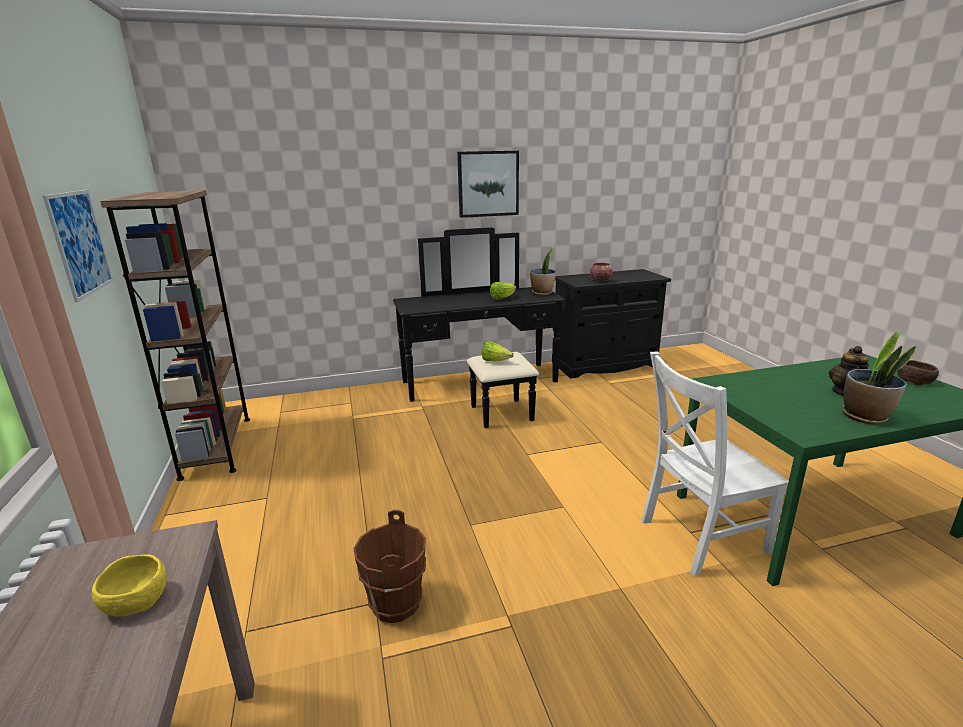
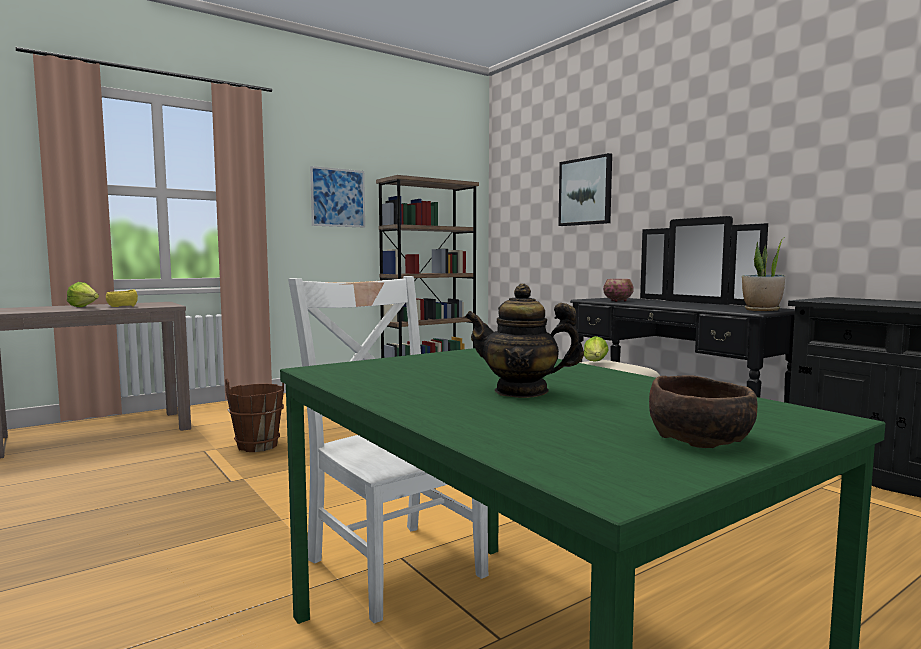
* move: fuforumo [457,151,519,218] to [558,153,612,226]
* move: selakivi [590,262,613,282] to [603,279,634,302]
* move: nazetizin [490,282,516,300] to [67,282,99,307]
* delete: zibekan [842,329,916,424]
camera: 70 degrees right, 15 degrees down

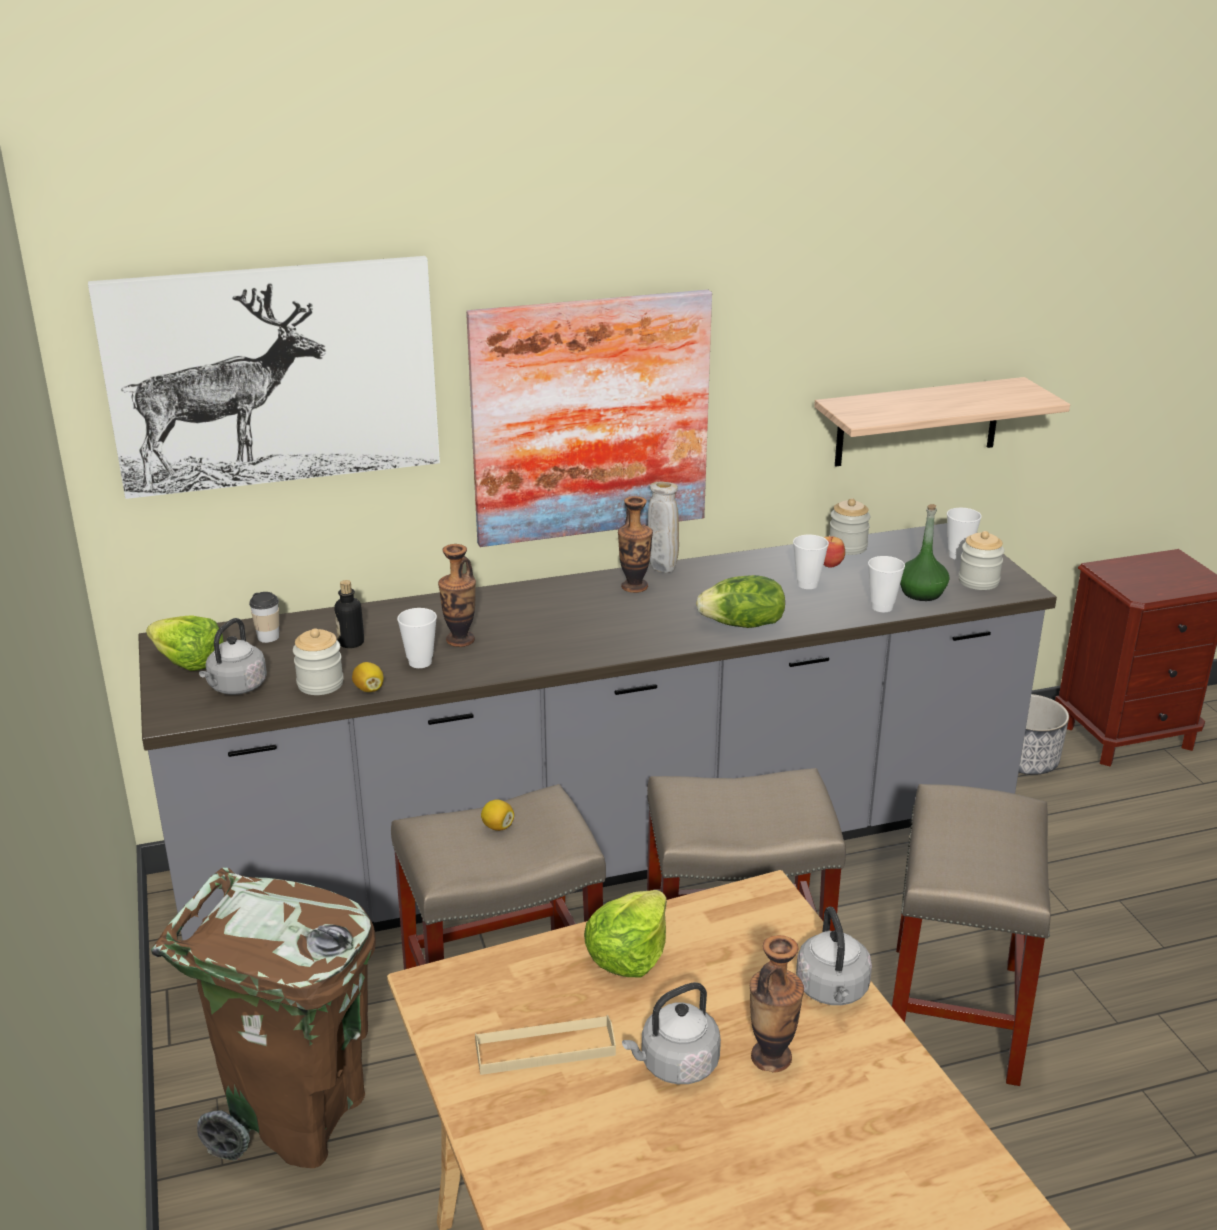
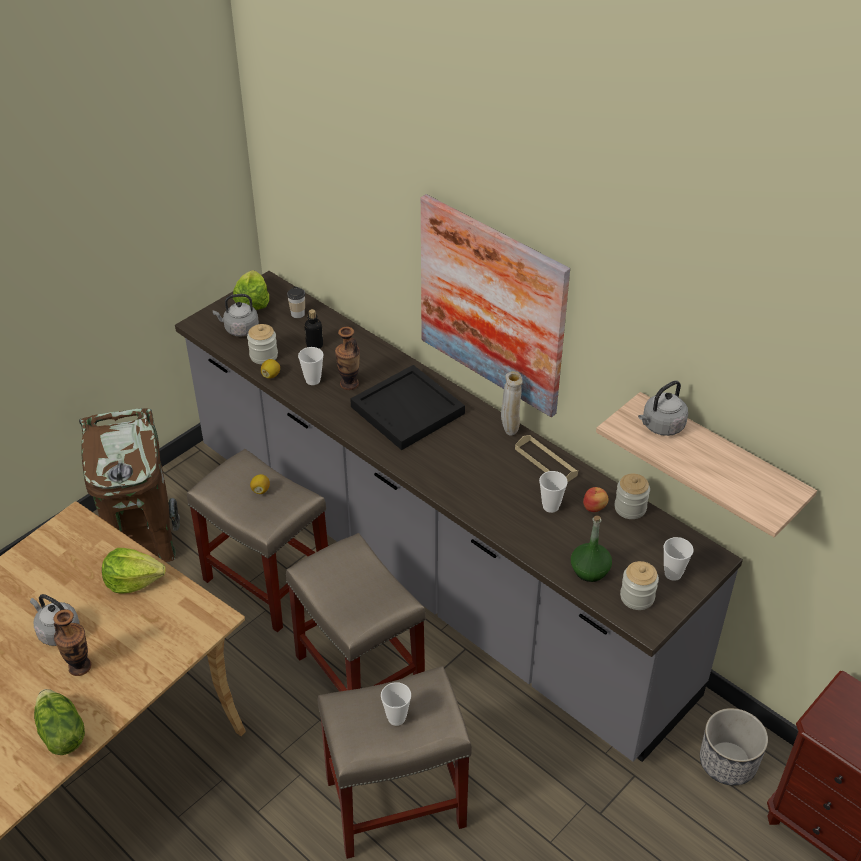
* delete: fuforumo [88,256,440,499]
* delete: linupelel [618,496,653,593]
* move: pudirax [868,556,905,612] to [381,682,411,726]
* move: nazetizin [696,575,785,628] to [34,689,85,755]
* move: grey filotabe [796,906,872,1005] to [638,381,688,436]
* move: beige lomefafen [475,1015,616,1075] to [515,435,578,482]
* insert: black lomefafen [350,365,465,450]
camera: 60 degrees right, 15 degrees up

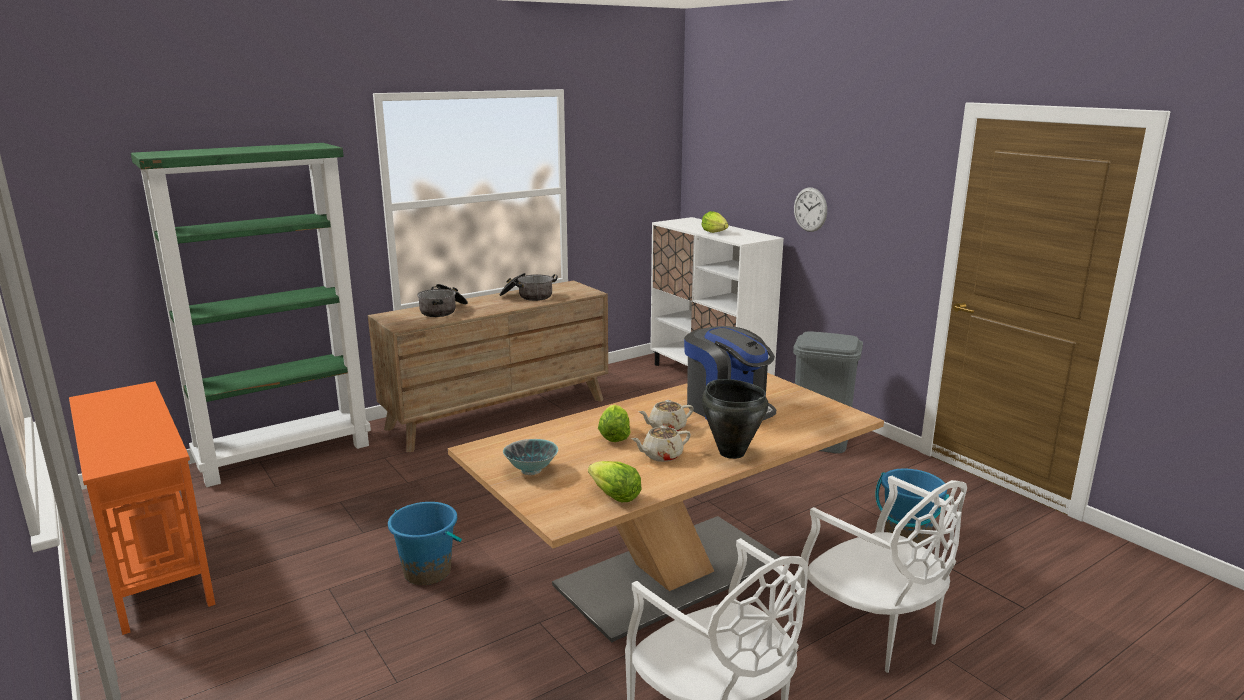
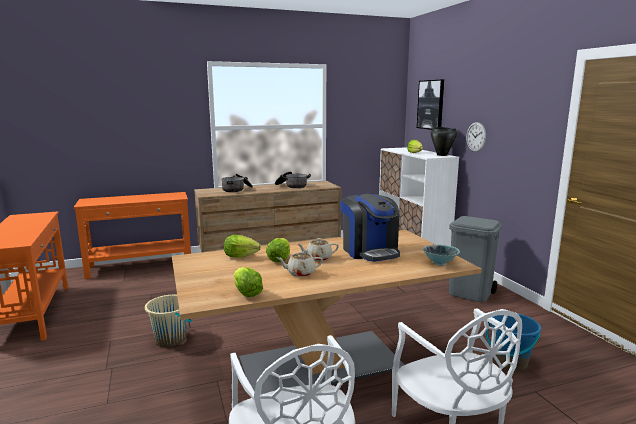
* replace: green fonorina [131,143,371,487] to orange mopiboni [74,192,191,279]
* move: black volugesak [702,379,768,459] to [431,127,457,156]
* move: selakivi [503,439,558,475] to [423,245,460,266]
* recolor: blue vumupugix [388,502,462,585] to beige vumupugix [145,295,192,347]
* insert: fuforumo [417,80,444,130]
* insert: nazetizin [224,235,261,258]
camera: 15 degrees right, 5 degrees down

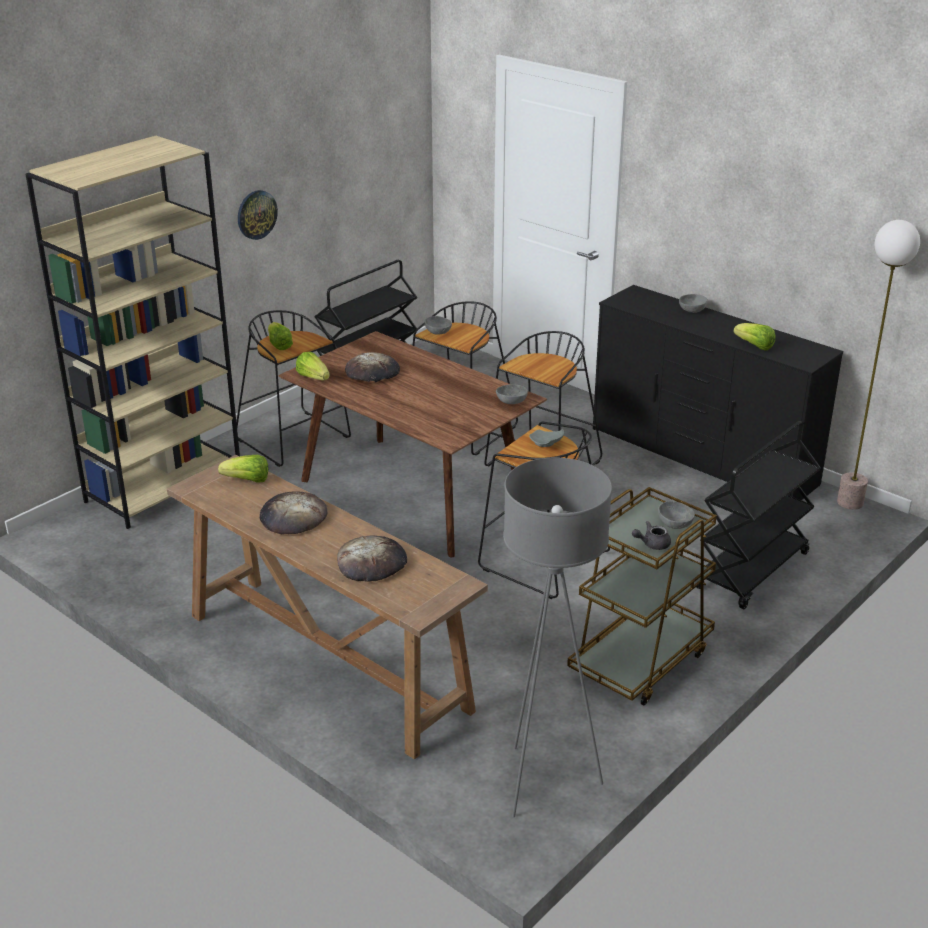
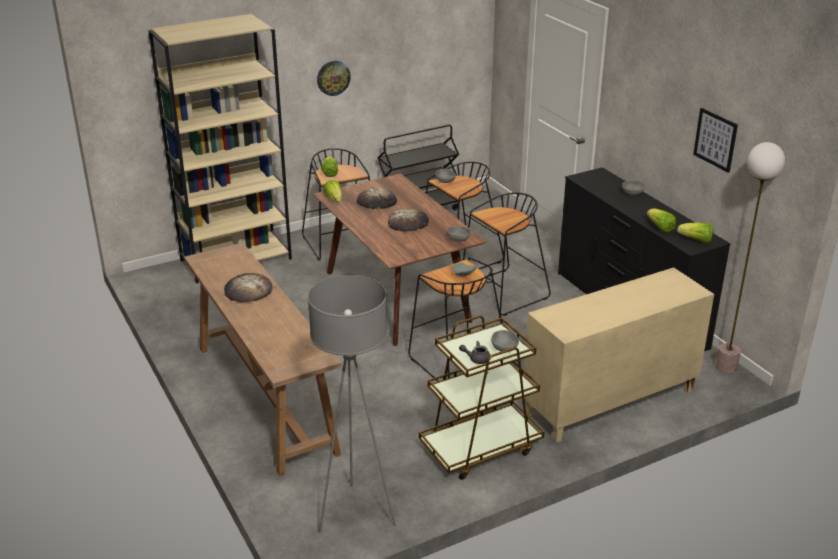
* replace: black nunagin [696,421,821,609] to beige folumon [524,267,714,443]
* move: nazetizin [218,455,268,483] to [677,222,714,243]
* move: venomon [337,535,407,582] to [388,208,429,232]
* insert: fuforumo [693,108,738,173]
camera: 20 degrees right, 0 degrees up

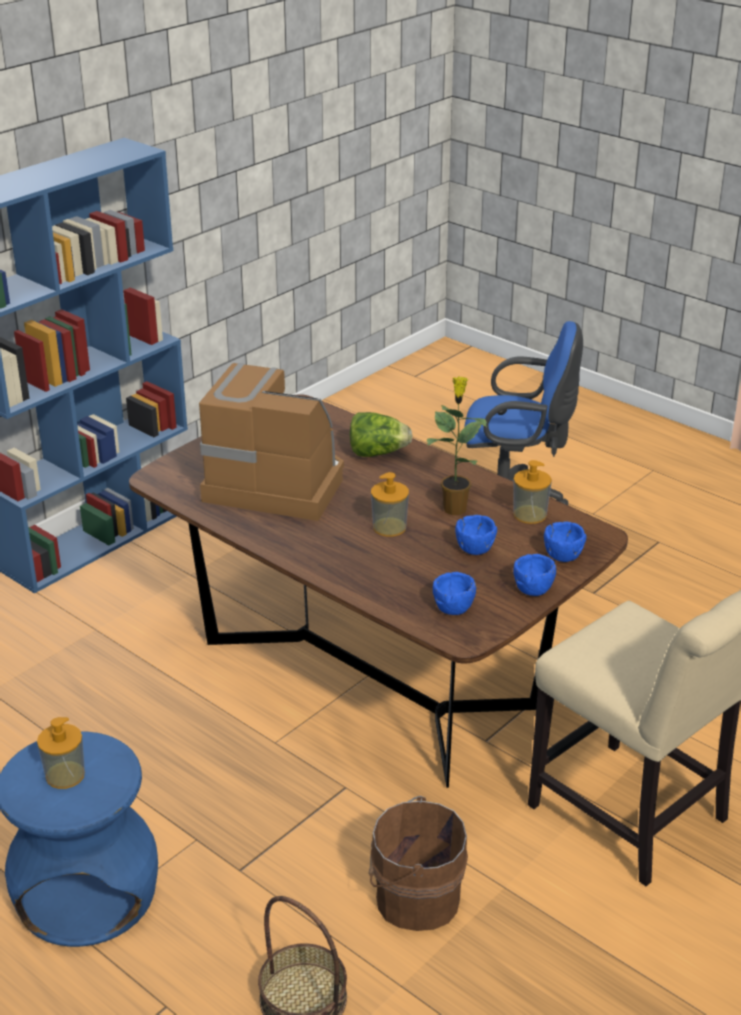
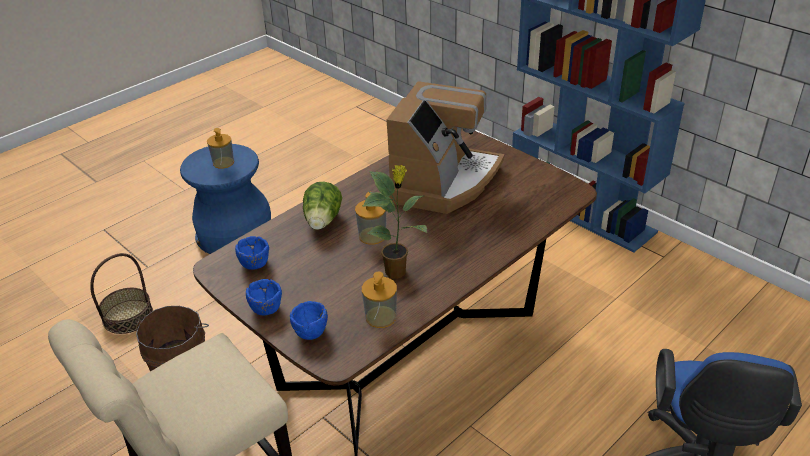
* move: nazetizin [350,412,412,457] to [303,182,342,230]
* delete: blue selakivi [455,515,497,555]
camera: 95 degrees right, 5 degrees up

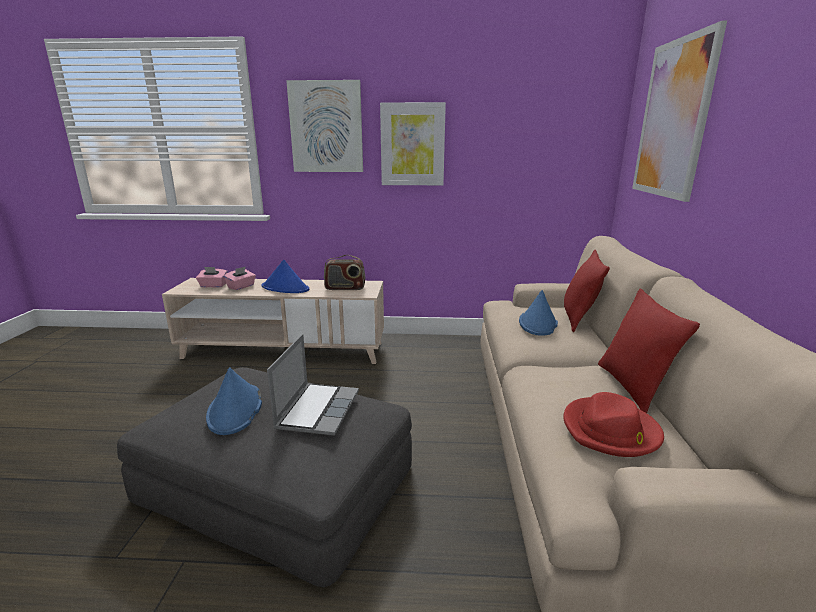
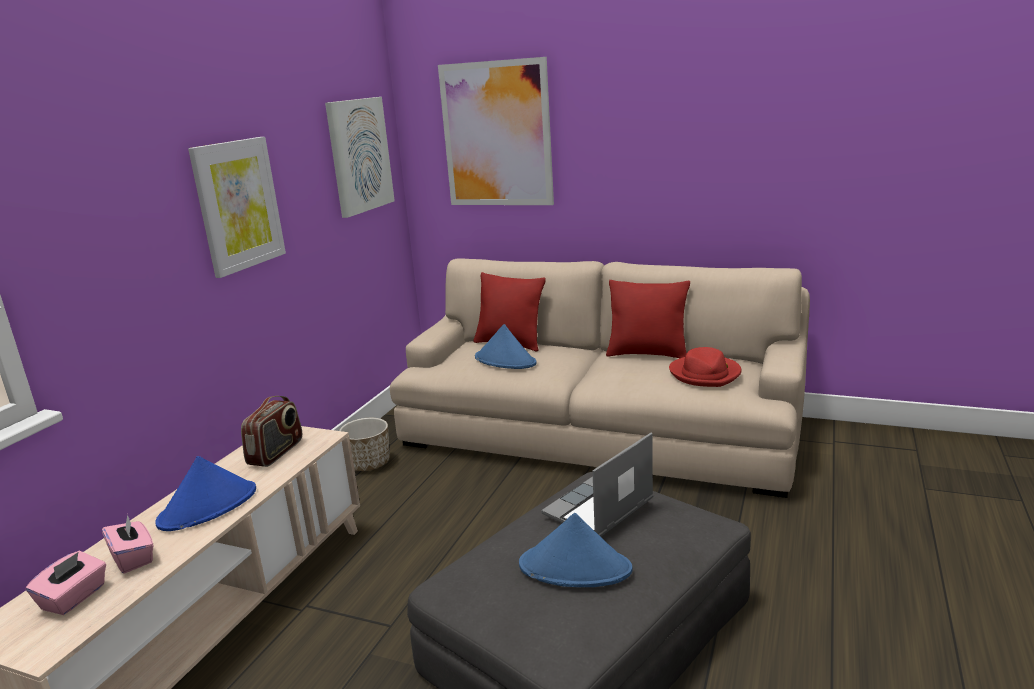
* move: fuforumo [286,80,363,172] to [325,97,395,218]
* rotate: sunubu [267,334,359,436] = [541,433,653,537] 75 degrees counterclockwise
* insert: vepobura [339,418,390,471]
camera: 70 degrees left, 0 degrees up

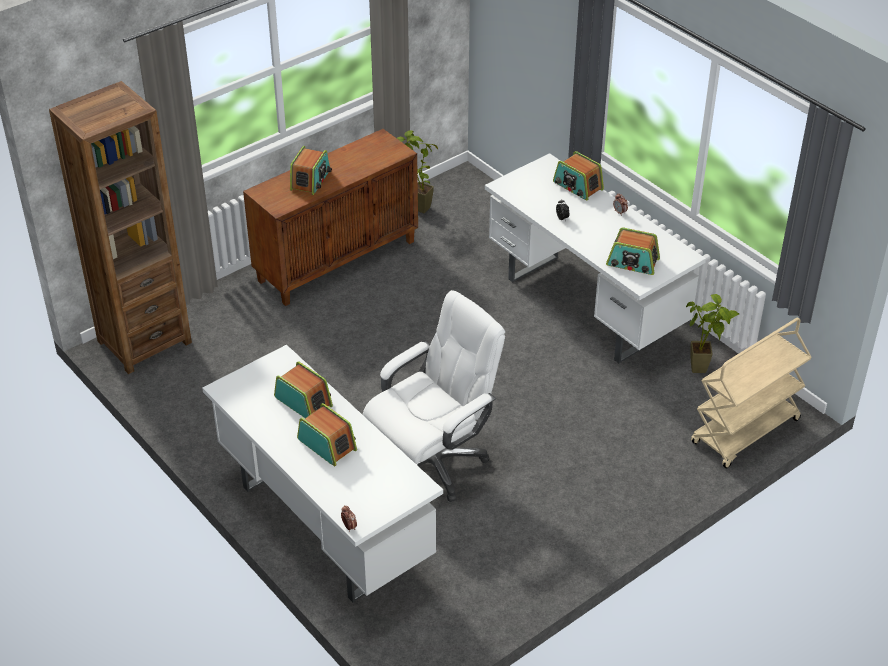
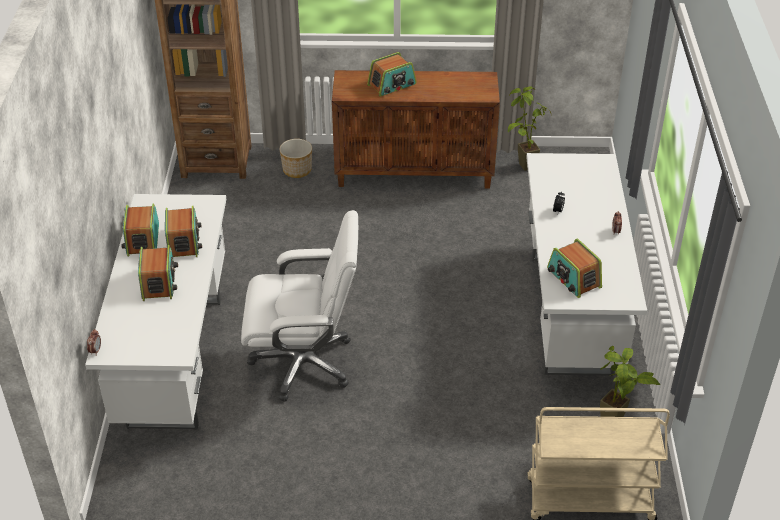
* move: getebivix [553,151,604,201] to [122,203,159,257]
* insert: vepobura [280,139,312,178]
camera: 40 degrees right, 0 degrees up

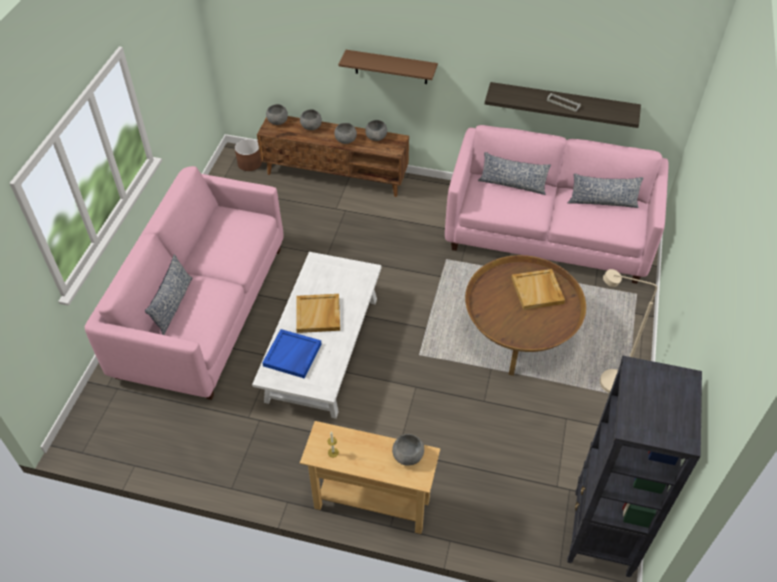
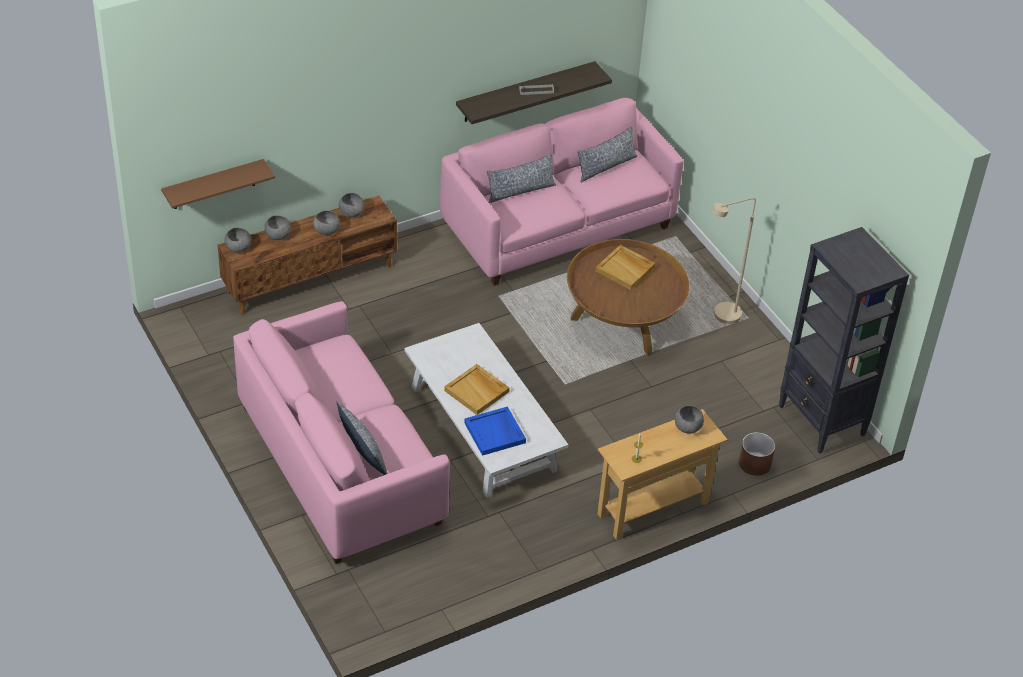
* move: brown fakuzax [339,50,438,84] to [161,159,275,209]
* move: brown vepobura [235,139,262,171] to [739,432,775,476]
camera: 45 degrees left, 5 degrees down

